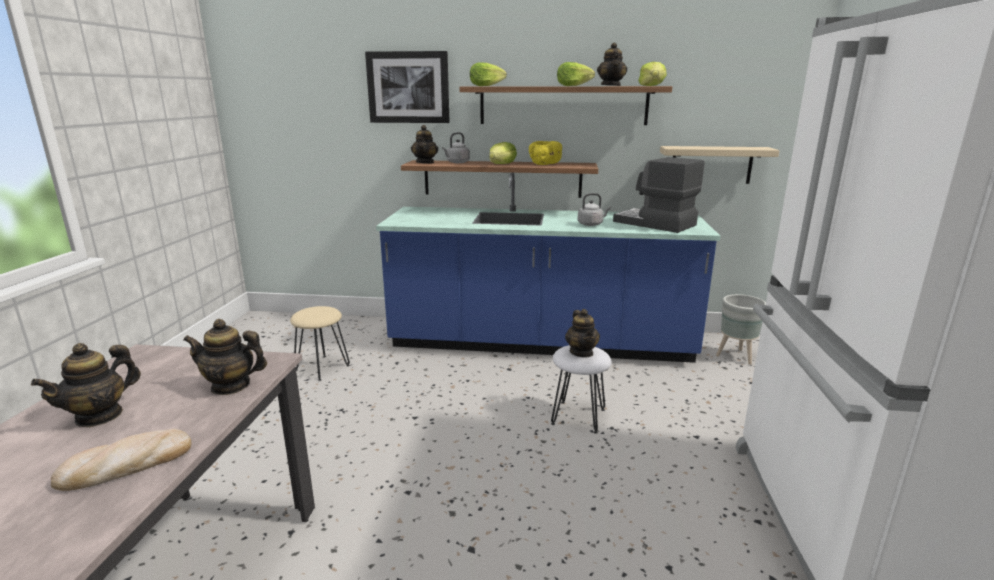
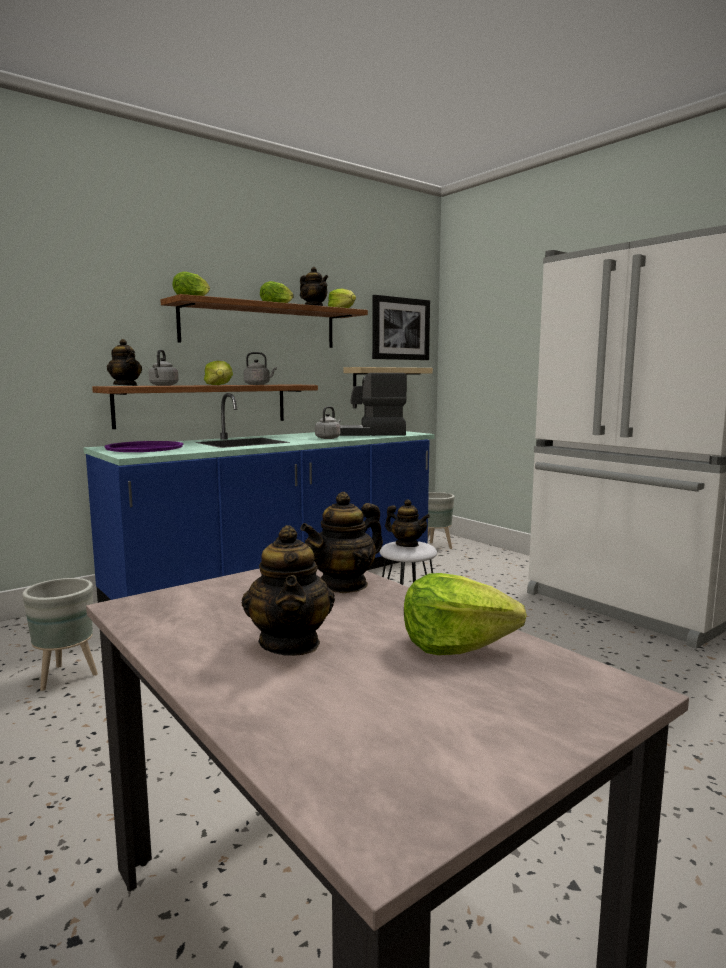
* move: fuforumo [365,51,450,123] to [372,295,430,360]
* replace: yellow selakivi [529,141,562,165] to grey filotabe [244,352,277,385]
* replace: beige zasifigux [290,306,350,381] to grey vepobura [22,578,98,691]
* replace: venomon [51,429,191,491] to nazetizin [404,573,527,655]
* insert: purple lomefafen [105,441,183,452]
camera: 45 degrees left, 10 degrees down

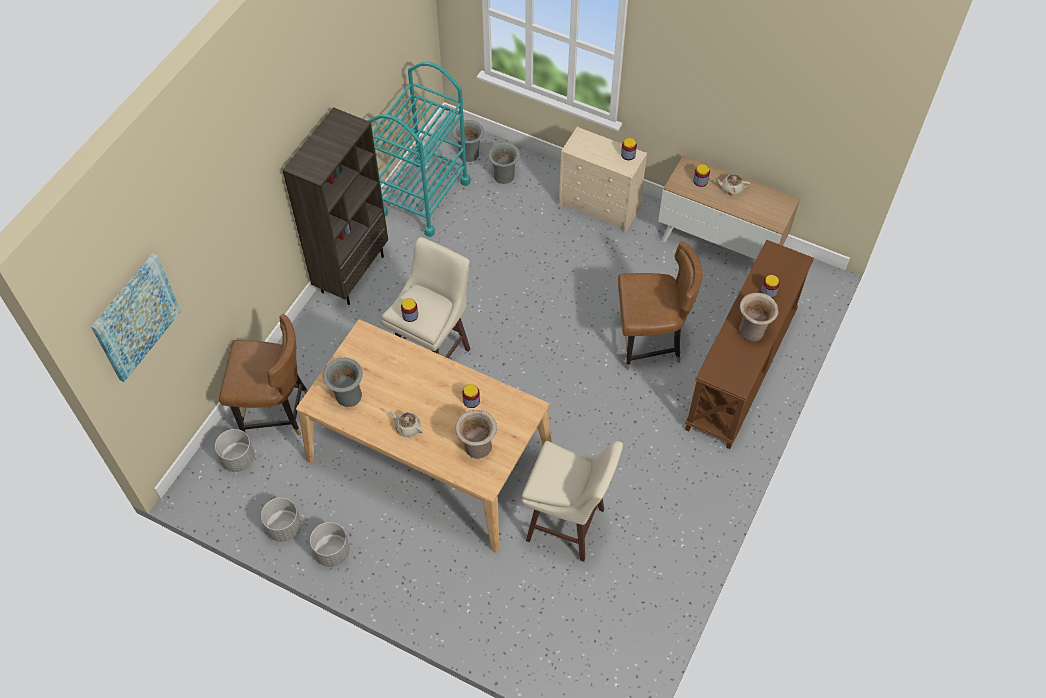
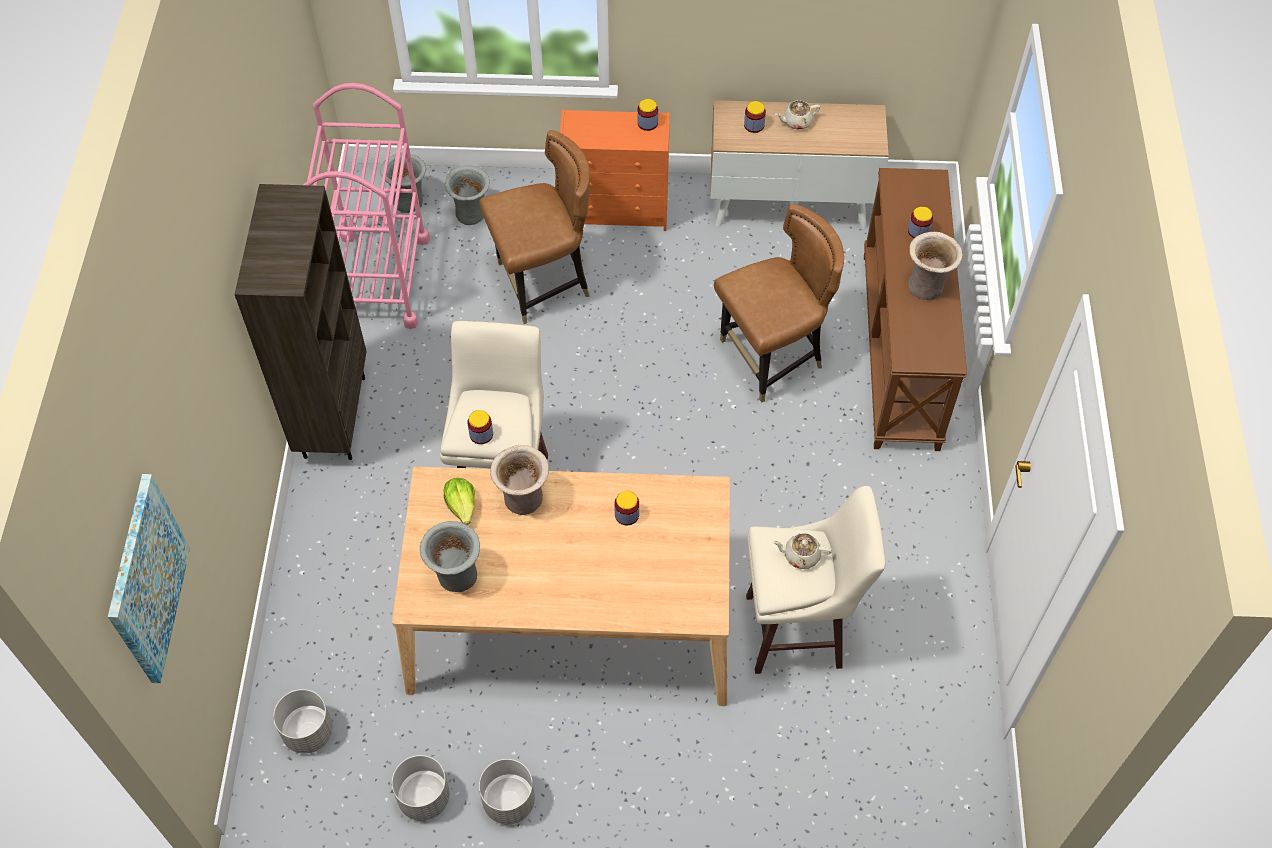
* recolor: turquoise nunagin [368,62,470,237] to pink nunagin [303,83,430,329]
* recolor: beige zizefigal [559,126,647,233] to orange zizefigal [560,109,670,231]
* move: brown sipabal [219,314,308,436] to [479,130,590,324]
* move: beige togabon [389,410,424,437] to [772,533,832,569]
* move: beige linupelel [455,410,497,459] to [490,445,549,515]
* insert: nazetizin [443,478,475,525]
camera: 25 degrees left, 0 degrees up

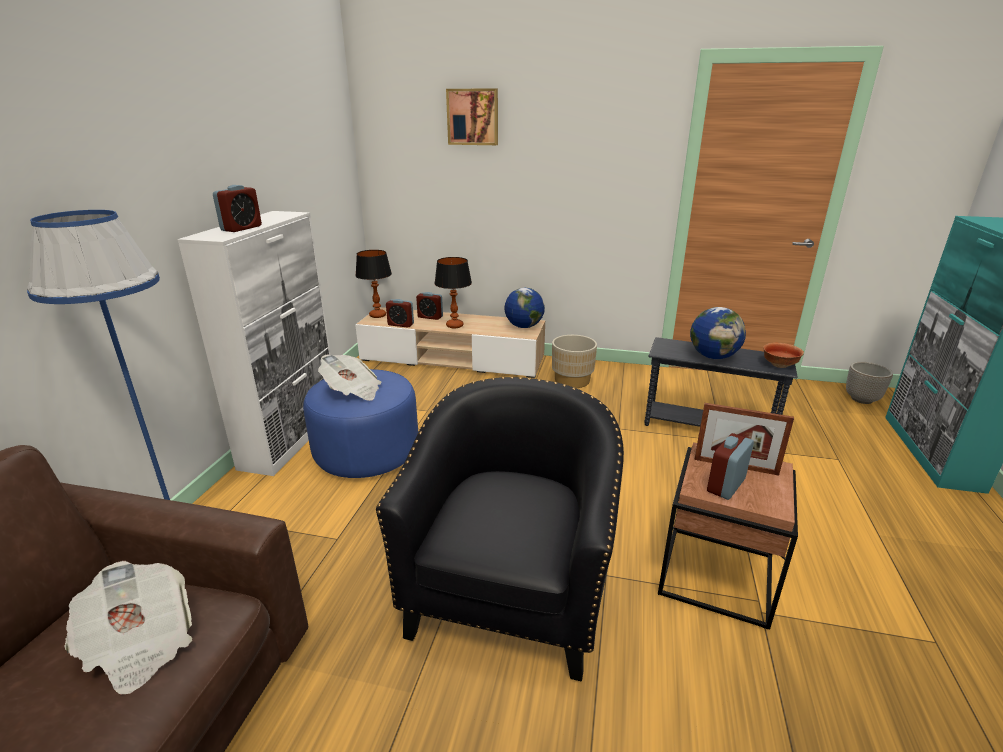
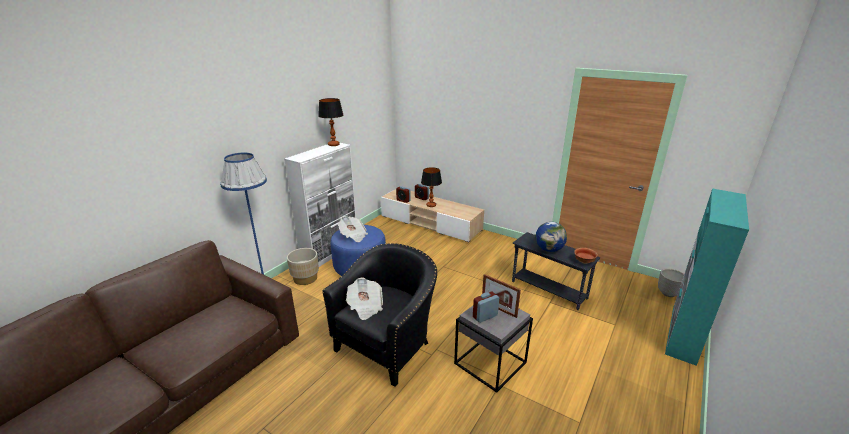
* delete: fuforumo [446,89,498,145]
* delete: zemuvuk [213,185,262,232]
* move: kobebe [355,250,392,318] to [318,98,344,146]
* delete: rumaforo [504,288,545,328]
* move: beige vepobura [552,335,597,388] to [287,248,319,285]
* recolor: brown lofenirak [658,442,798,630] to grey lofenirak [454,306,533,393]
* move: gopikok [64,561,192,694] to [346,278,383,320]
camera: 20 degrees right, 0 degrees up

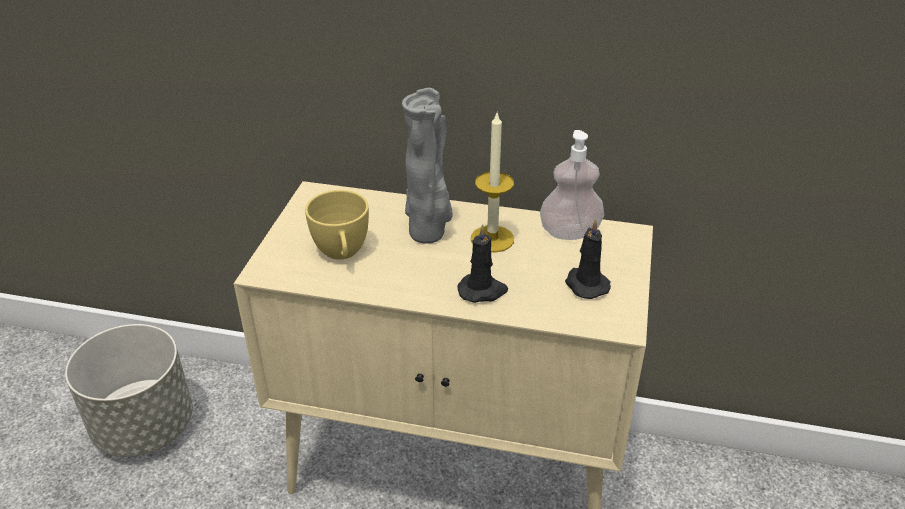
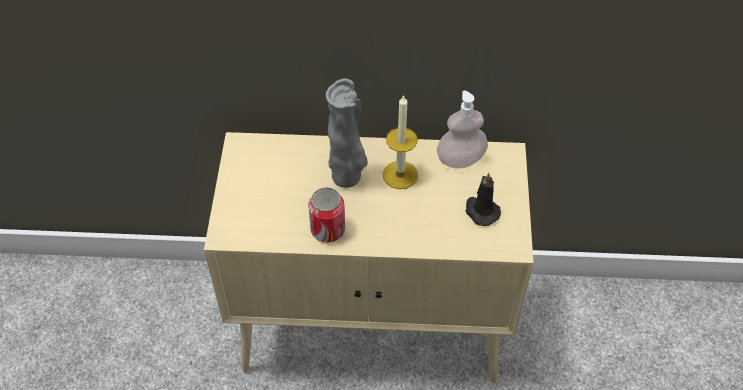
* delete: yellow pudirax [305,190,369,260]
* delete: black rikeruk [457,224,508,303]
* delete: grey vepobura [65,324,193,457]
* insert: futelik [308,187,345,243]
camera: 10 degrees left, 15 degrees up

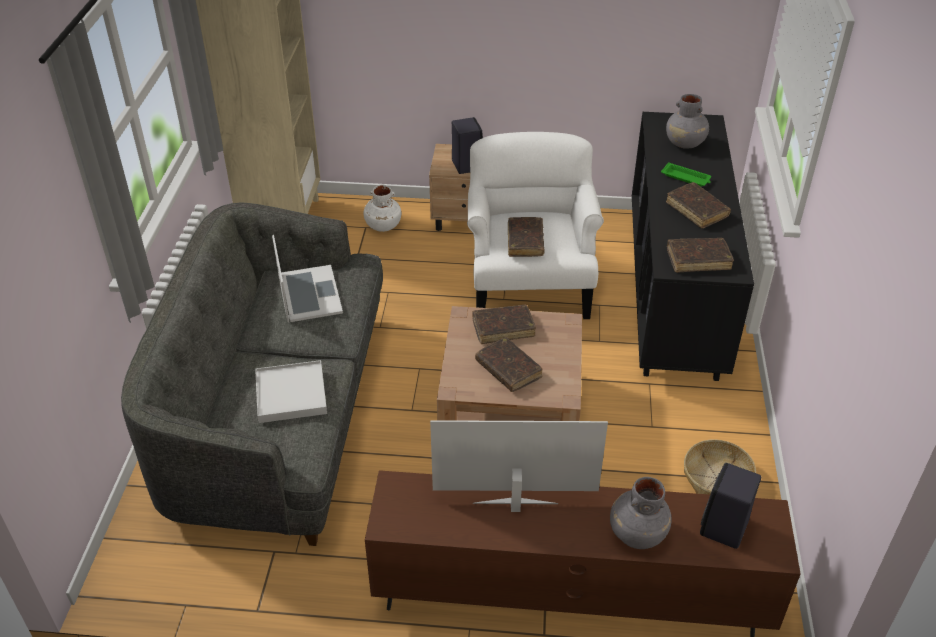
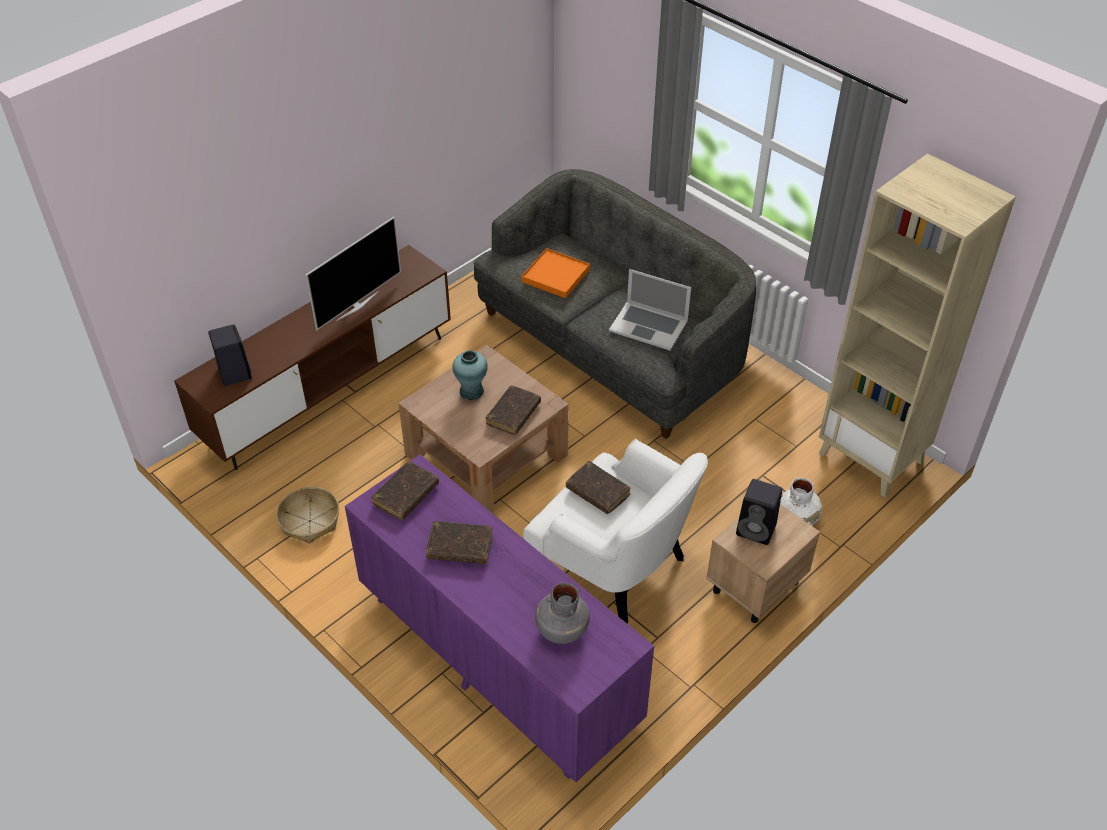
* recolor: black zizefigal [632,112,754,381] to purple zizefigal [345,454,654,782]
* delete: green lomefafen [661,162,711,187]
* replace: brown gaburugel [475,337,543,392] to turquoise linupelel [453,350,488,400]
* recolor: white lomefafen [255,360,327,423] to orange lomefafen [522,248,590,298]
* delete: grey linupelel [610,477,671,549]
camera: 130 degrees right, 5 degrees up

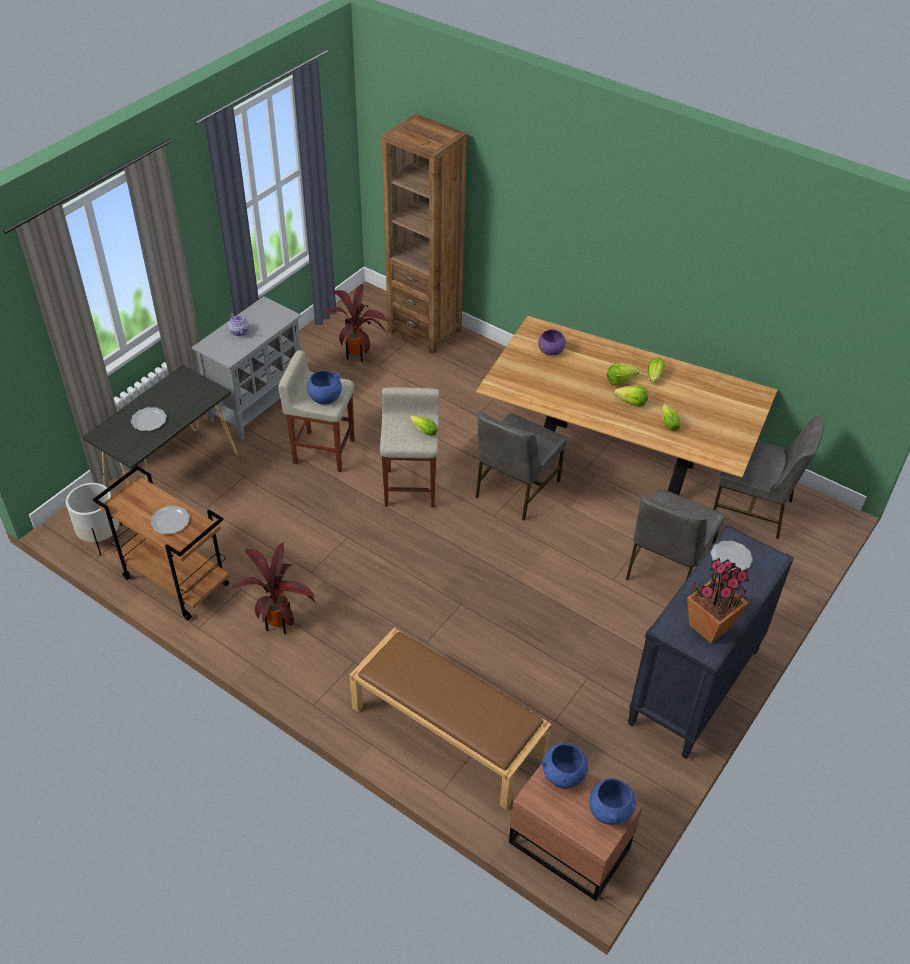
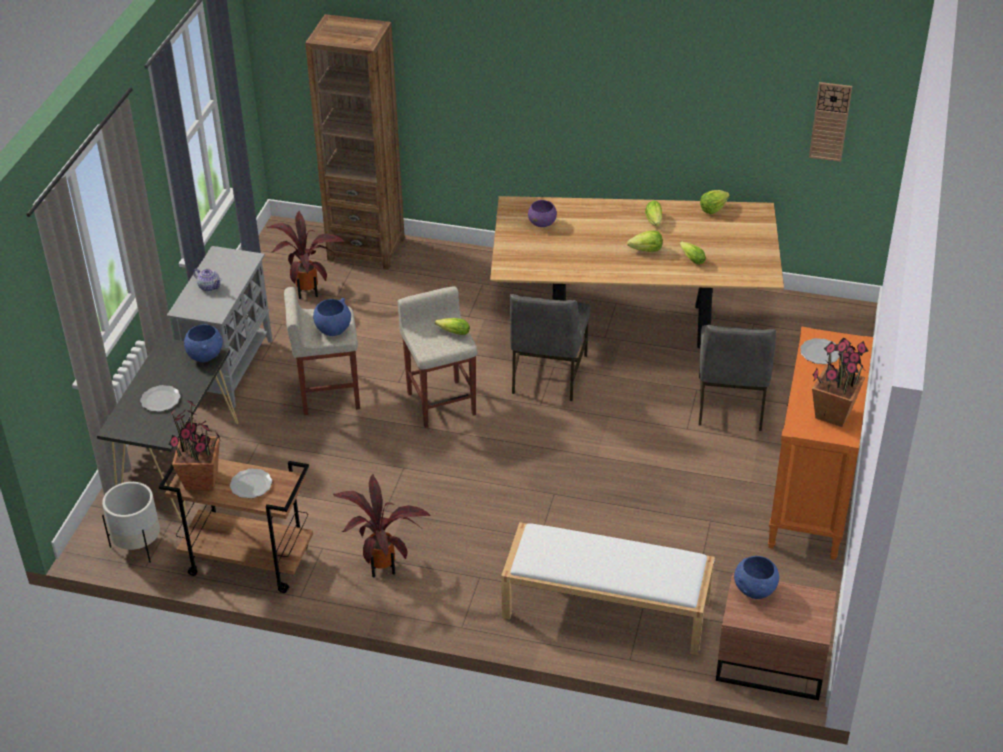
* move: nazetizin [607,363,639,386] to [700,190,730,214]
* delete: grey sipabal [713,415,825,539]
* recolor: black zizefigal [628,524,794,759] to orange zizefigal [768,327,873,560]
* recolor: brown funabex [349,628,551,810] to white funabex [501,522,715,655]
* move: blue selakivi [589,778,636,825] to [184,325,223,362]
* insert: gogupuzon [809,82,852,162]
* insert: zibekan [169,399,221,491]
camera: 20 degrees left, 5 degrees down

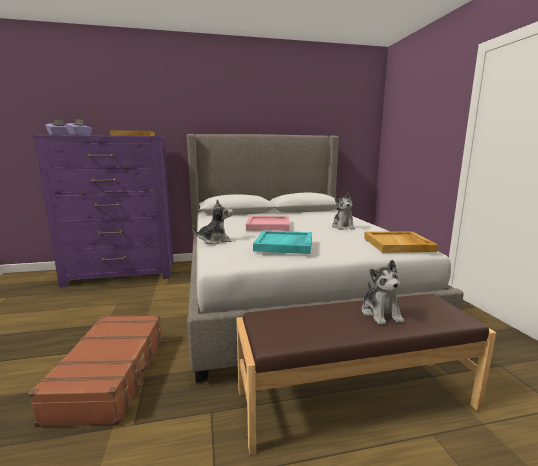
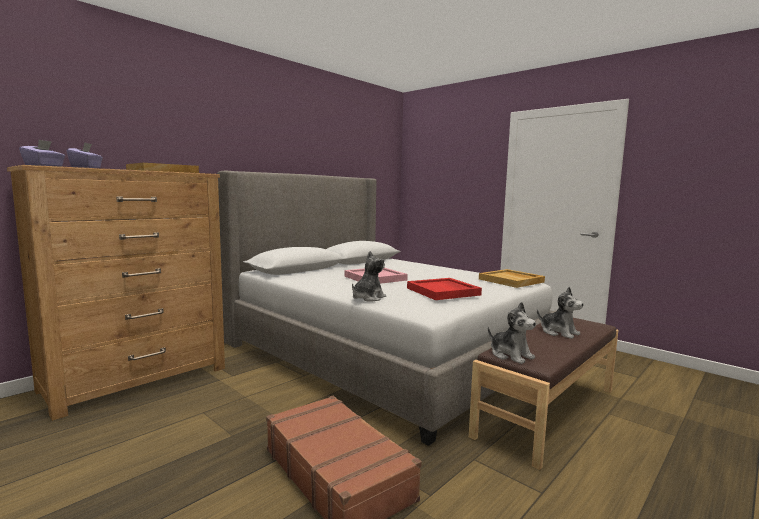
* recolor: purple zizefigal [32,135,174,287] to brown zizefigal [7,165,225,421]
* move: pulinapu [332,192,355,230] to [488,302,536,364]
* recolor: turquoise lomefafen [253,231,312,254] to red lomefafen [407,278,482,300]
camera: 35 degrees left, 5 degrees down

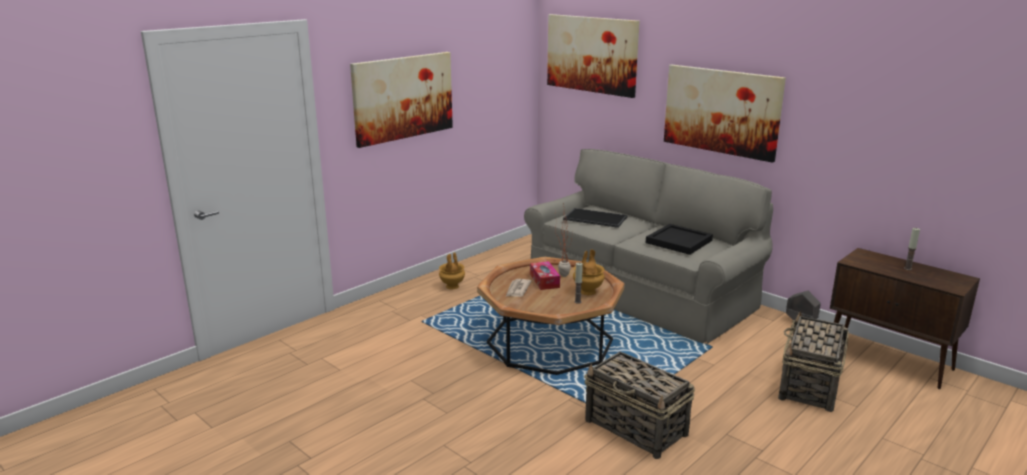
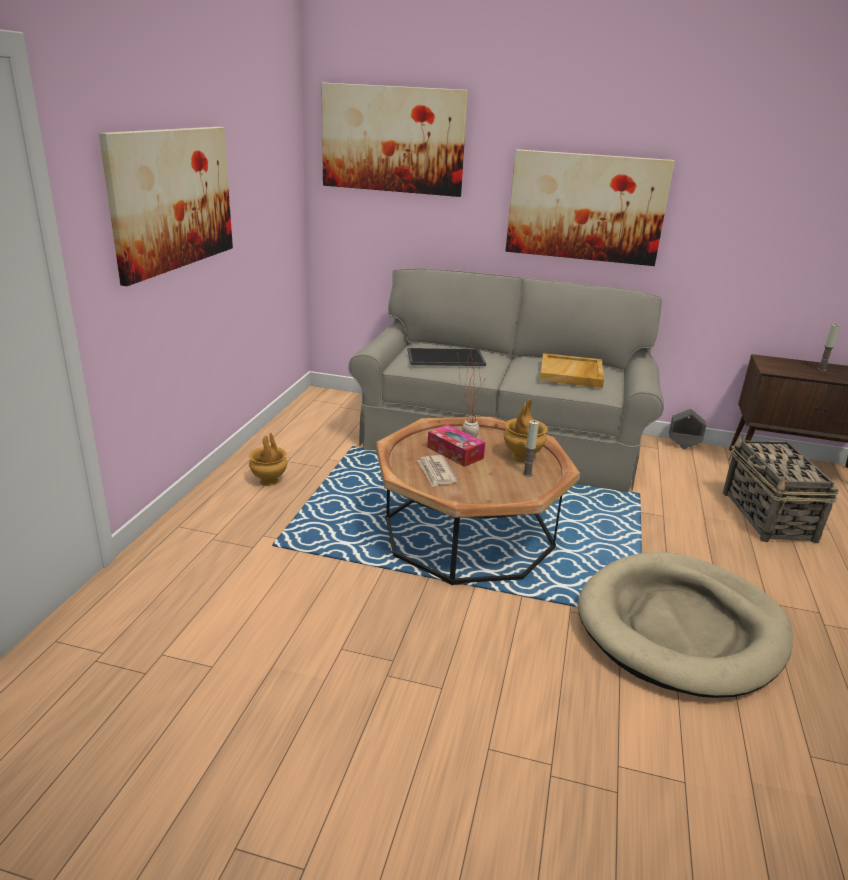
* recolor: black lomefafen [646,224,713,255] to beige lomefafen [540,353,604,388]
* replace: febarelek [584,351,695,459] to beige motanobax [578,552,793,698]
camera: 30 degrees left, 5 degrees up

